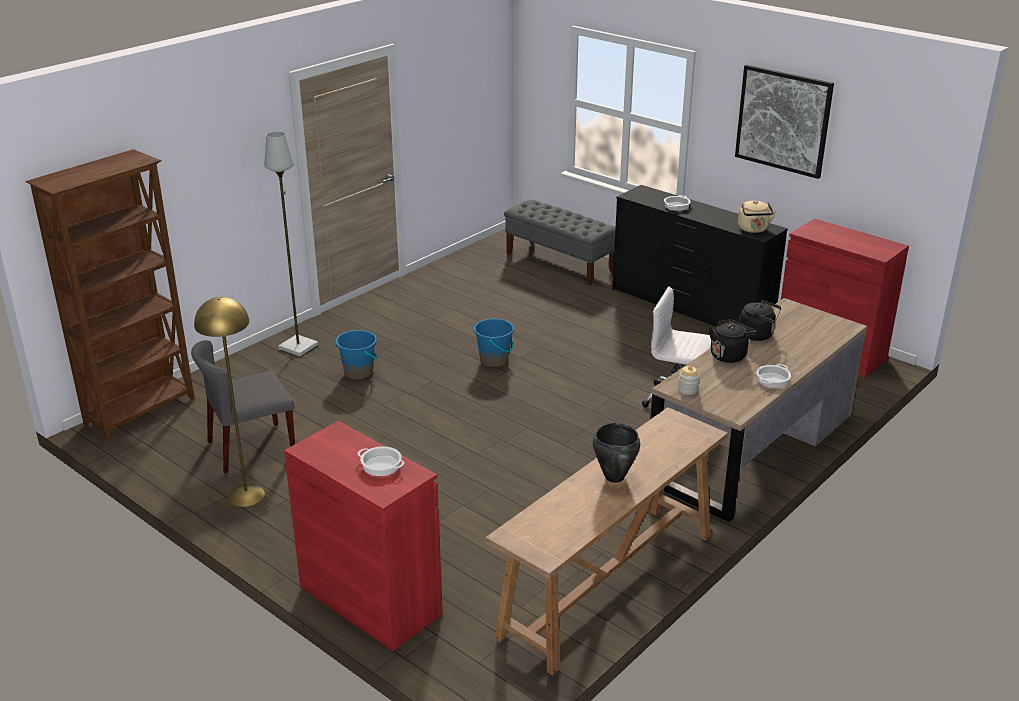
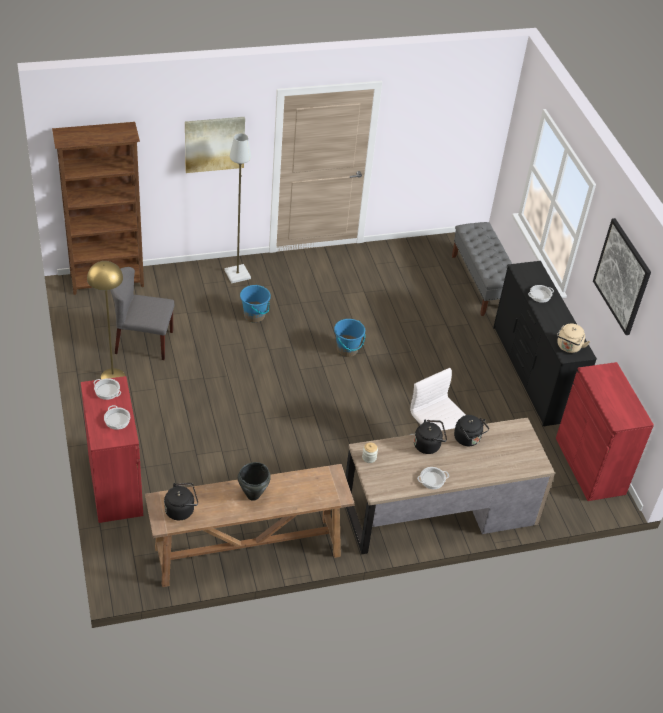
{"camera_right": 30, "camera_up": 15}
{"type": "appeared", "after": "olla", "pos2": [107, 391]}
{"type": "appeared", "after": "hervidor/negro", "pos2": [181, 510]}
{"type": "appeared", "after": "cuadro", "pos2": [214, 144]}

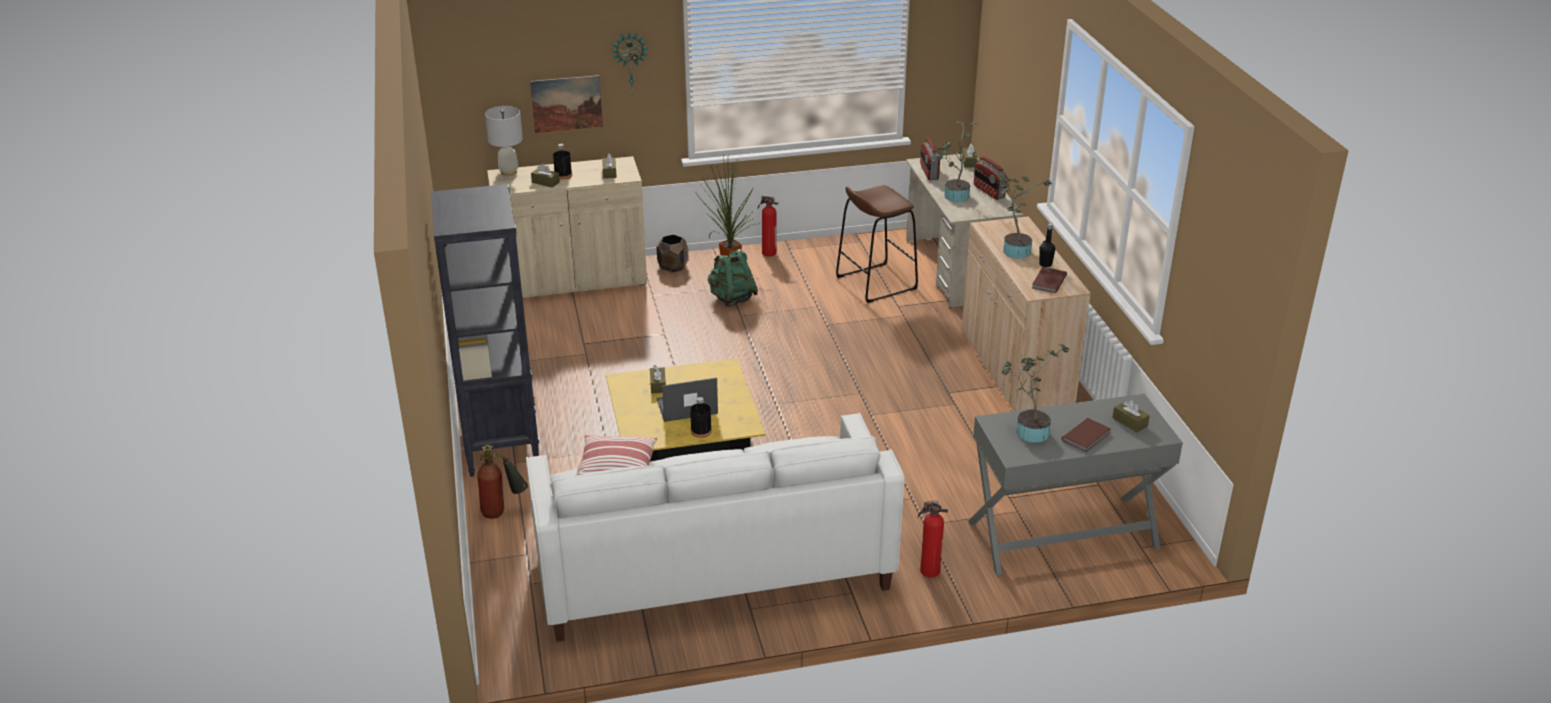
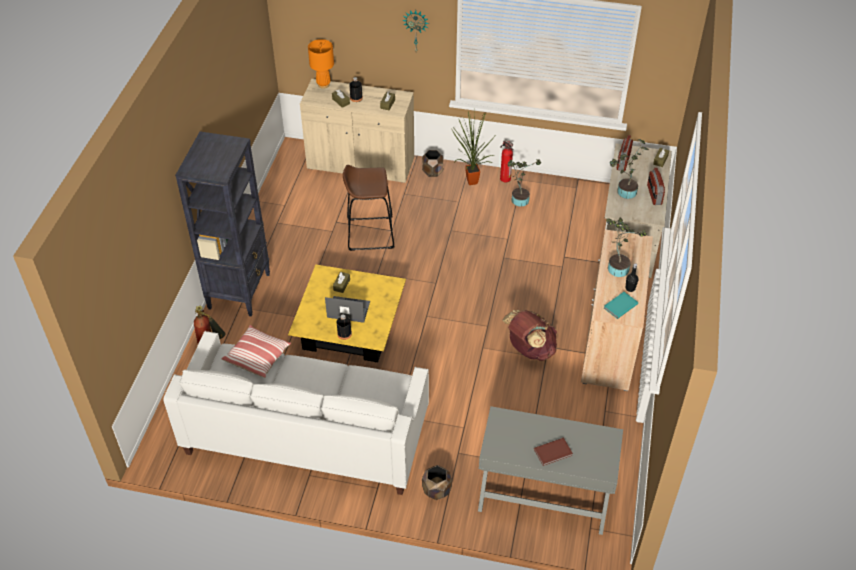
{"camera_right": 25, "camera_up": 15}
{"type": "colour", "before": "lámpara de mesa/blanco", "after": "lámpara de mesa/naranja", "pos1": [508, 172], "pos2": [323, 84]}
{"type": "missing", "before": "cuadro", "pos1": [566, 103]}
{"type": "missing", "before": "mochila/verde", "pos1": [732, 299]}
{"type": "relocated", "before": "taburete/marrón", "pos1": [876, 283], "pos2": [370, 233]}
{"type": "exchanged", "before": "extintor", "after": "maceta/marrón", "pos1": [928, 570], "pos2": [436, 490]}
{"type": "relocated", "before": "planta en maceta", "pos1": [1028, 431], "pos2": [518, 199]}
{"type": "colour", "before": "libro/marrón", "after": "libro/turquesa", "pos1": [1048, 281], "pos2": [619, 306]}
{"type": "missing", "before": "caja de pañuelos/marrón", "pos1": [1130, 422]}
{"type": "appeared", "after": "mochila/marrón", "pos2": [529, 349]}

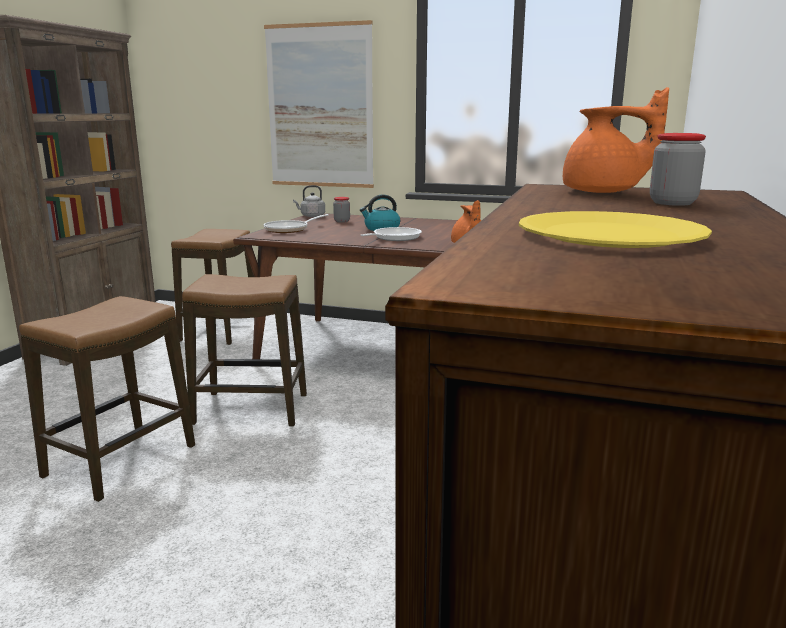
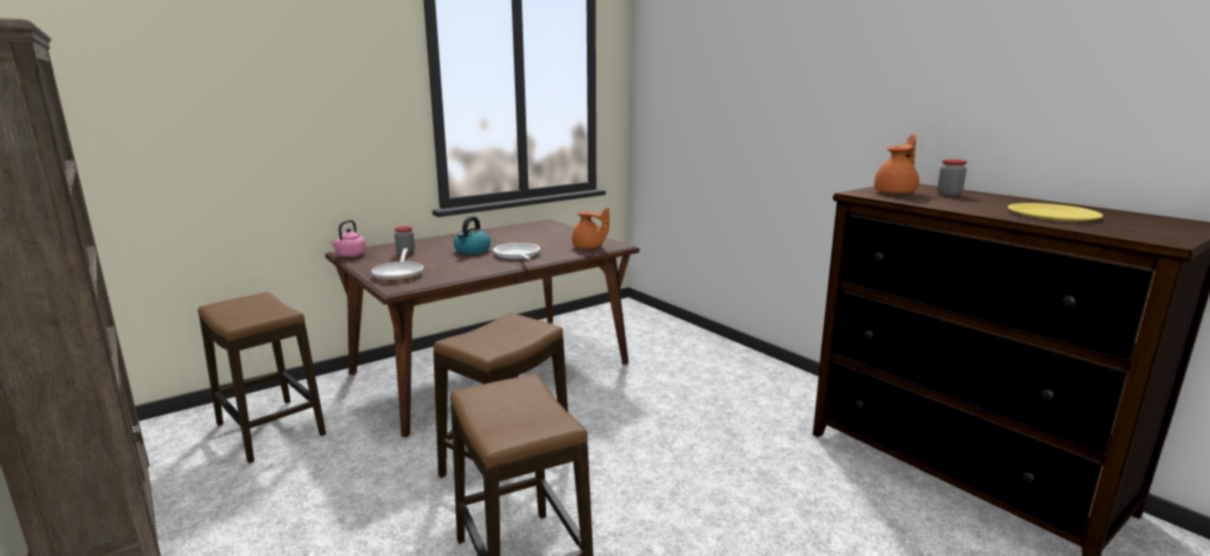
{"camera_right": -55, "camera_up": 0}
{"type": "missing", "before": "cuadro", "pos1": [320, 107]}
{"type": "colour", "before": "hervidor/gris", "after": "hervidor/rosa", "pos1": [311, 216], "pos2": [350, 256]}

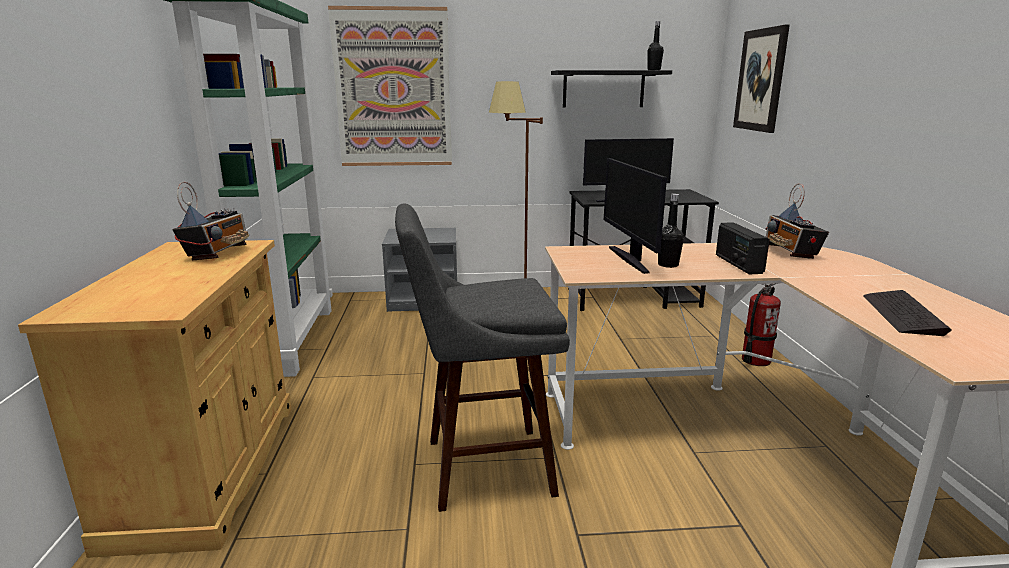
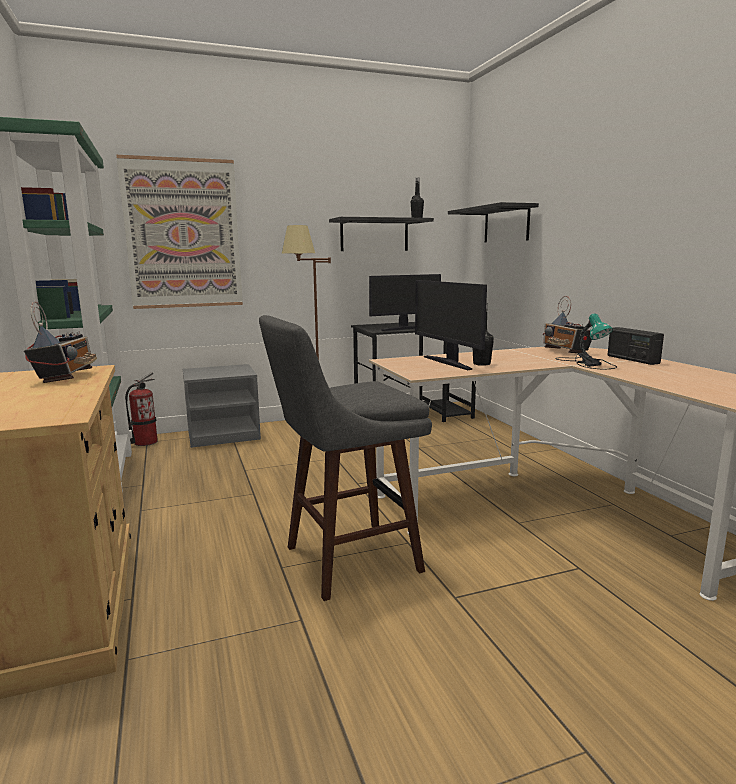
{"camera_right": -15, "camera_up": -5}
{"type": "relocated", "before": "radio", "pos1": [738, 264], "pos2": [632, 359]}
{"type": "exchanged", "before": "cuadro", "after": "estante/negro", "pos1": [760, 80], "pos2": [506, 224]}
{"type": "relocated", "before": "extintor", "pos1": [755, 360], "pos2": [145, 442]}
{"type": "missing", "before": "teclado", "pos1": [902, 314]}
{"type": "appeared", "after": "lámpara de mesa", "pos2": [587, 363]}

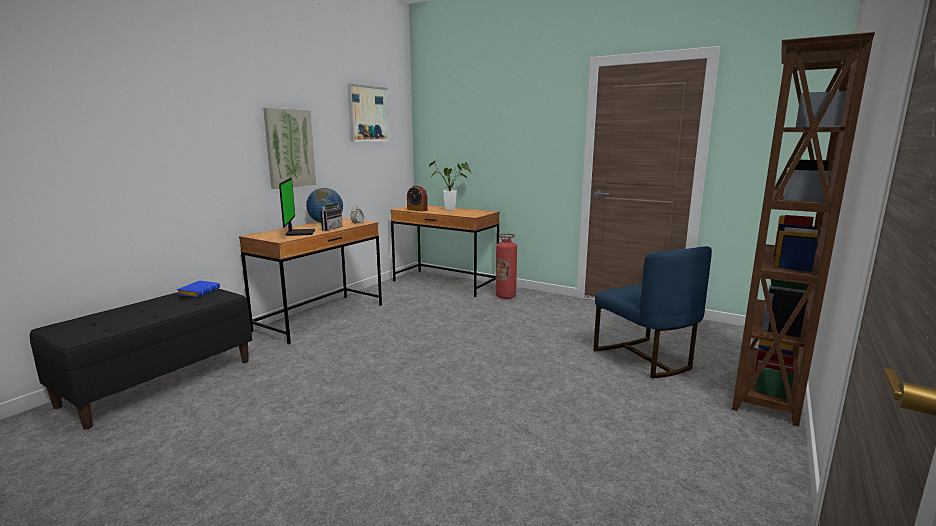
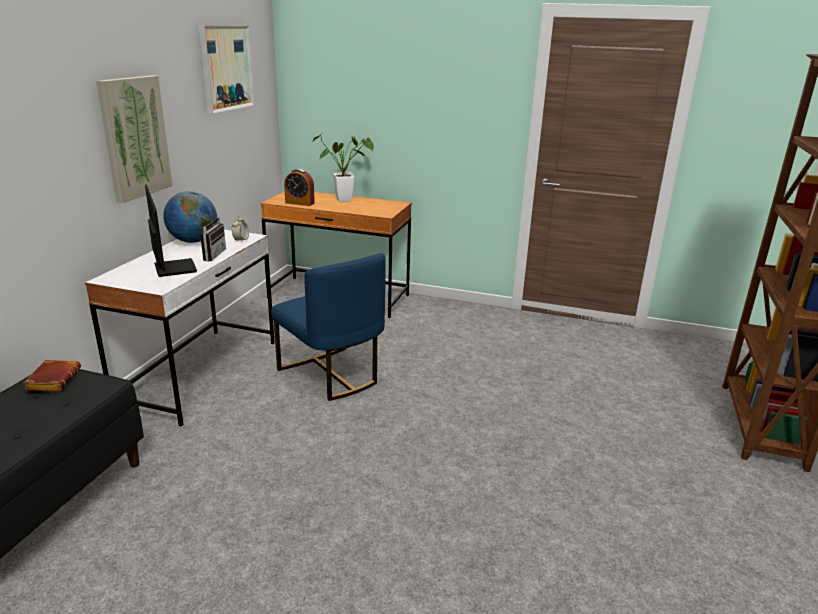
{"camera_right": -15, "camera_up": 10}
{"type": "colour", "before": "libro/azul", "after": "libro/marrón", "pos1": [199, 292], "pos2": [53, 379]}
{"type": "colour", "before": "escritorio/marrón", "after": "escritorio/blanco", "pos1": [321, 317], "pos2": [201, 373]}
{"type": "missing", "before": "extintor", "pos1": [505, 296]}
{"type": "relocated", "before": "silla/azul", "pos1": [645, 358], "pos2": [331, 375]}

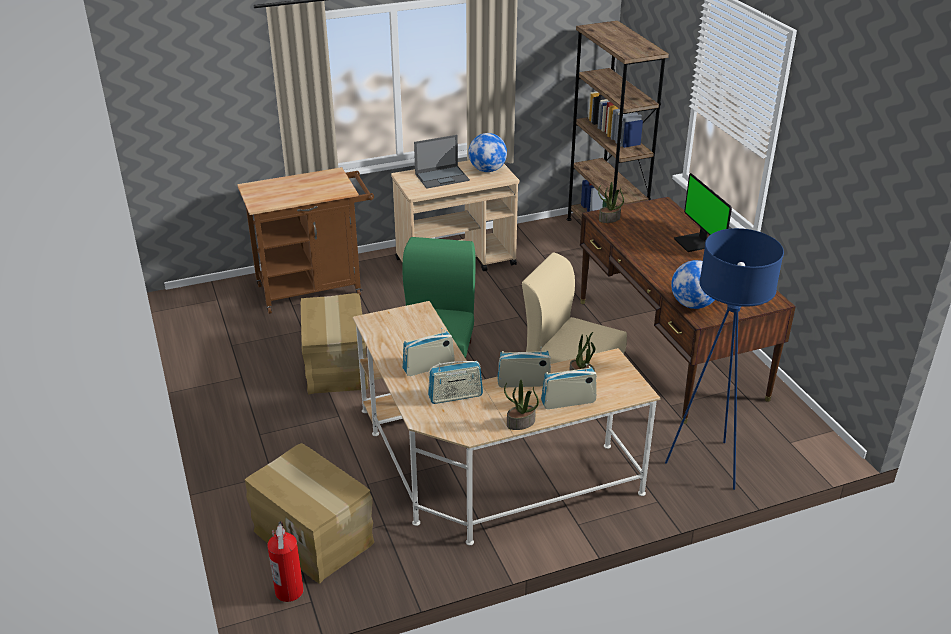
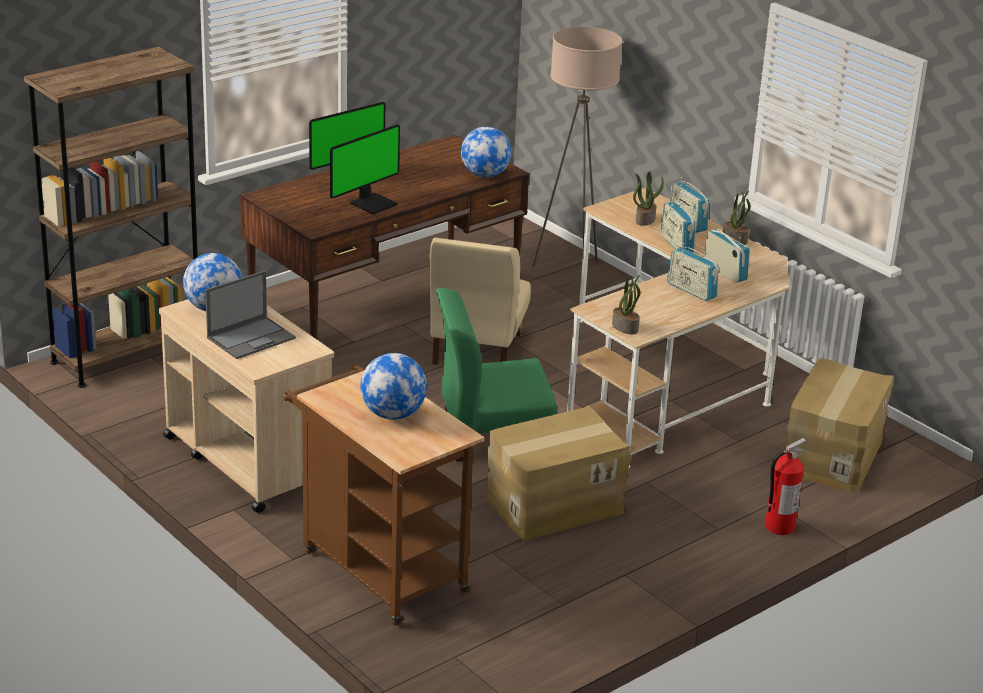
{"camera_right": -110, "camera_up": -5}
{"type": "relocated", "before": "extintor", "pos1": [290, 590], "pos2": [778, 526]}
{"type": "spun", "before": "portátil", "pos1": [442, 177], "pos2": [252, 338], "turn": 90}
{"type": "relocated", "before": "planta en maceta", "pos1": [609, 219], "pos2": [625, 327]}
{"type": "colour", "before": "lámpara de pie/azul", "after": "lámpara de pie/beis", "pos1": [707, 464], "pos2": [571, 273]}
{"type": "appeared", "after": "monitor", "pos2": [372, 203]}
{"type": "appeared", "after": "globo terráqueo", "pos2": [393, 414]}

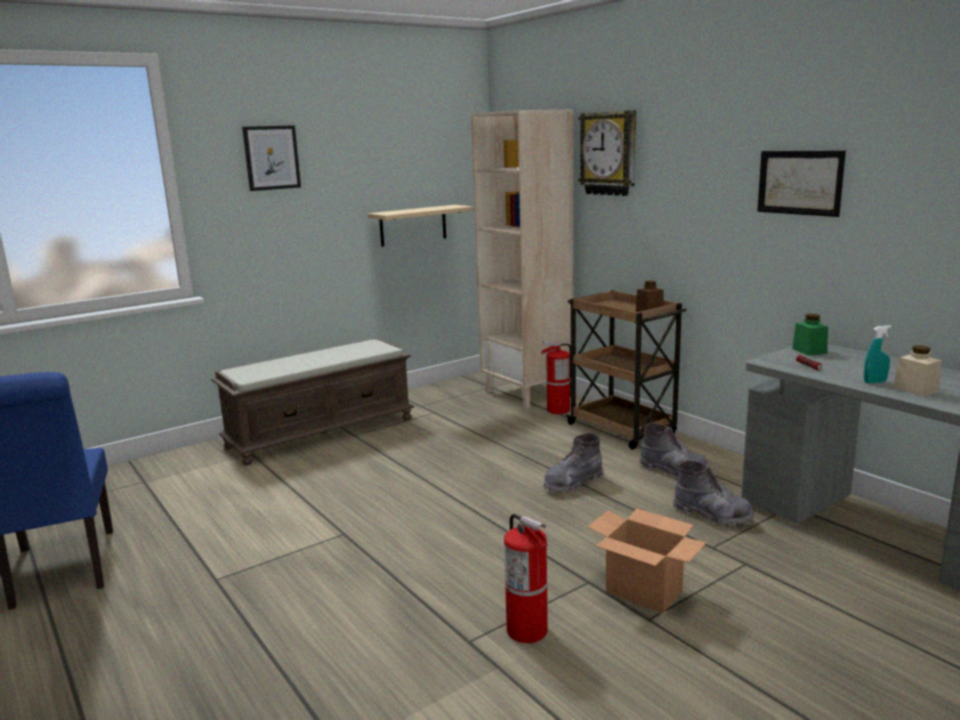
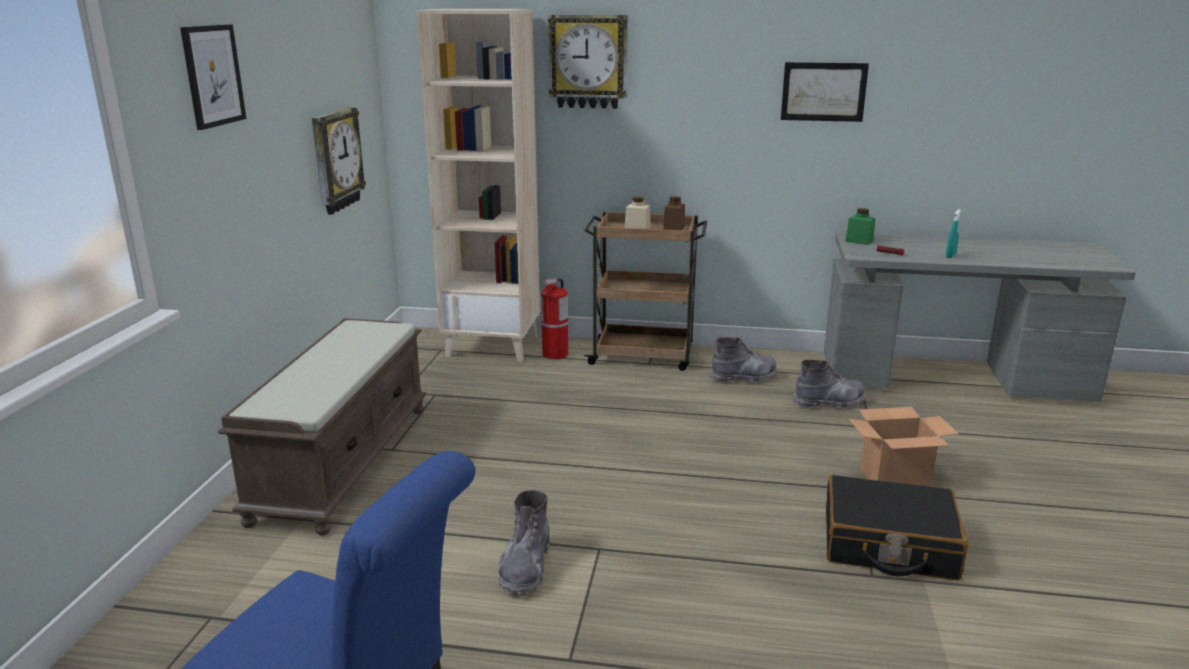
{"camera_right": -45, "camera_up": 5}
{"type": "exchanged", "before": "estante/beis", "after": "reloj de pared", "pos1": [413, 225], "pos2": [335, 160]}
{"type": "exchanged", "before": "extintor", "after": "maleta/negro", "pos1": [527, 630], "pos2": [888, 545]}
{"type": "relocated", "before": "bota/gris", "pos1": [572, 483], "pos2": [526, 567]}
{"type": "relocated", "before": "tarro/beis", "pos1": [915, 389], "pos2": [637, 228]}

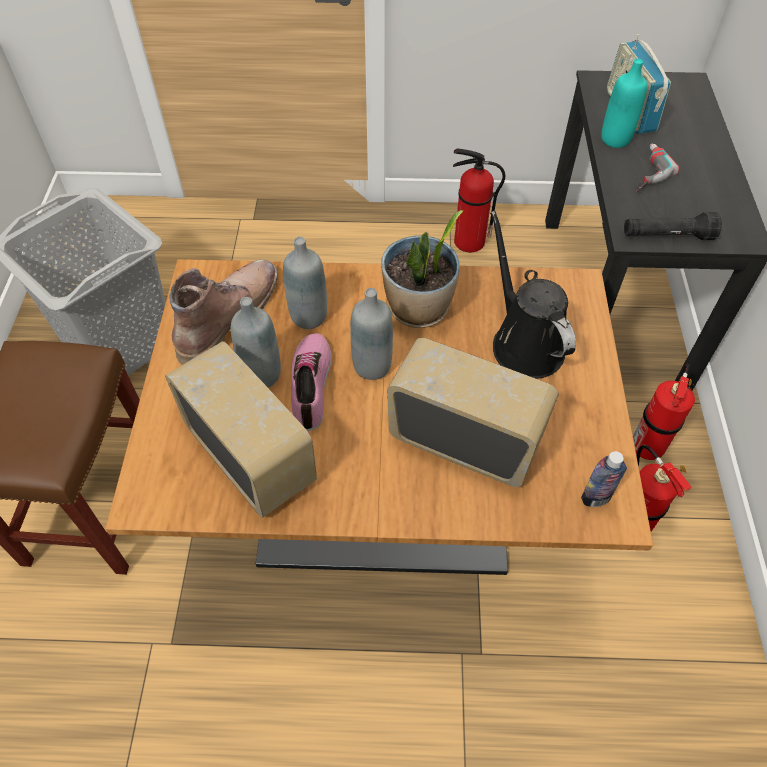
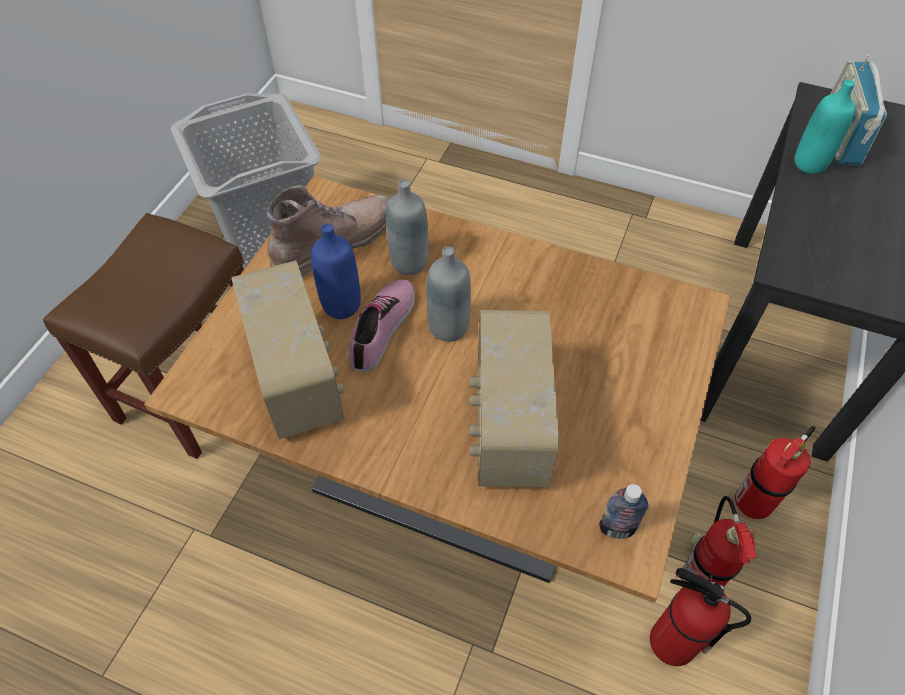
{"camera_right": 20, "camera_up": 0}
{"type": "colour", "before": "botella/gris", "after": "botella/azul", "pos1": [262, 374], "pos2": [341, 305]}
{"type": "missing", "before": "planta en maceta", "pos1": [418, 309]}
{"type": "spun", "before": "radio", "pos1": [465, 439], "pos2": [508, 427], "turn": -135}
{"type": "relocated", "before": "extintor", "pos1": [468, 242], "pos2": [670, 642]}
{"type": "missing", "before": "regadera/negro", "pos1": [524, 342]}
{"type": "missing", "before": "linterna/negro", "pos1": [667, 236]}
{"type": "missing", "before": "taladro", "pos1": [644, 171]}

